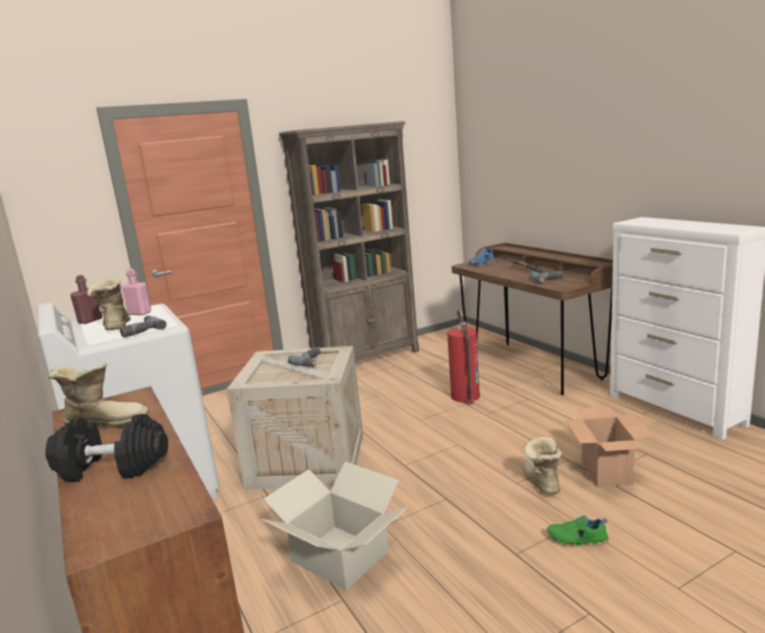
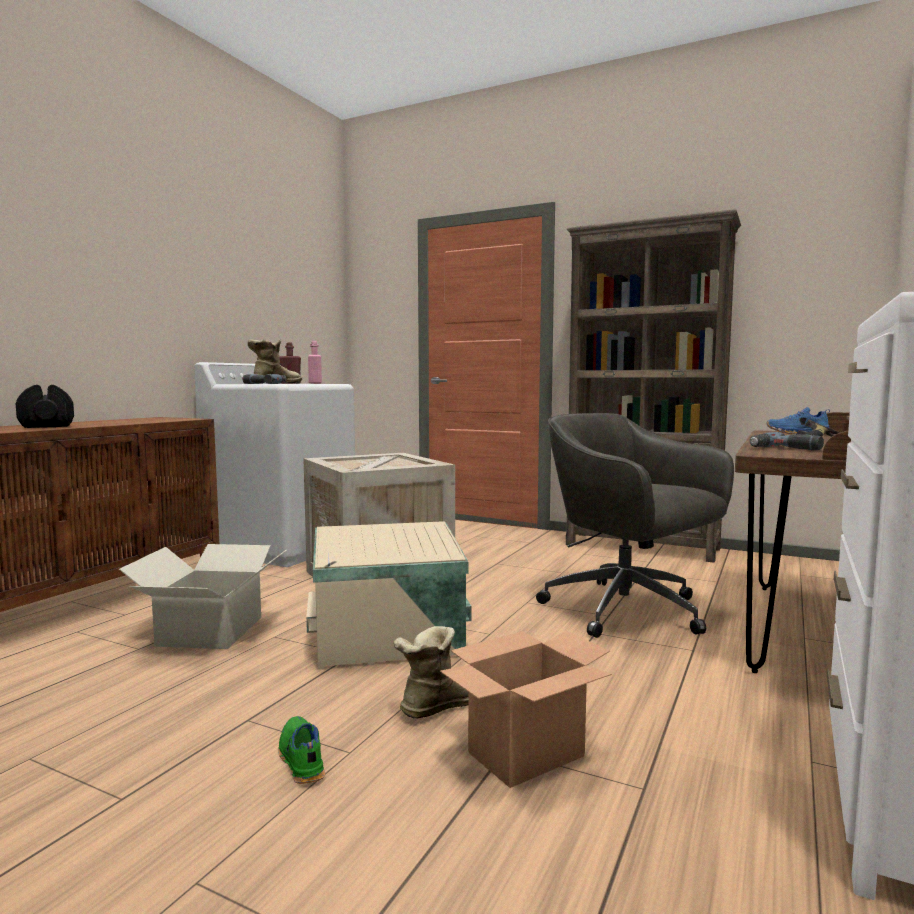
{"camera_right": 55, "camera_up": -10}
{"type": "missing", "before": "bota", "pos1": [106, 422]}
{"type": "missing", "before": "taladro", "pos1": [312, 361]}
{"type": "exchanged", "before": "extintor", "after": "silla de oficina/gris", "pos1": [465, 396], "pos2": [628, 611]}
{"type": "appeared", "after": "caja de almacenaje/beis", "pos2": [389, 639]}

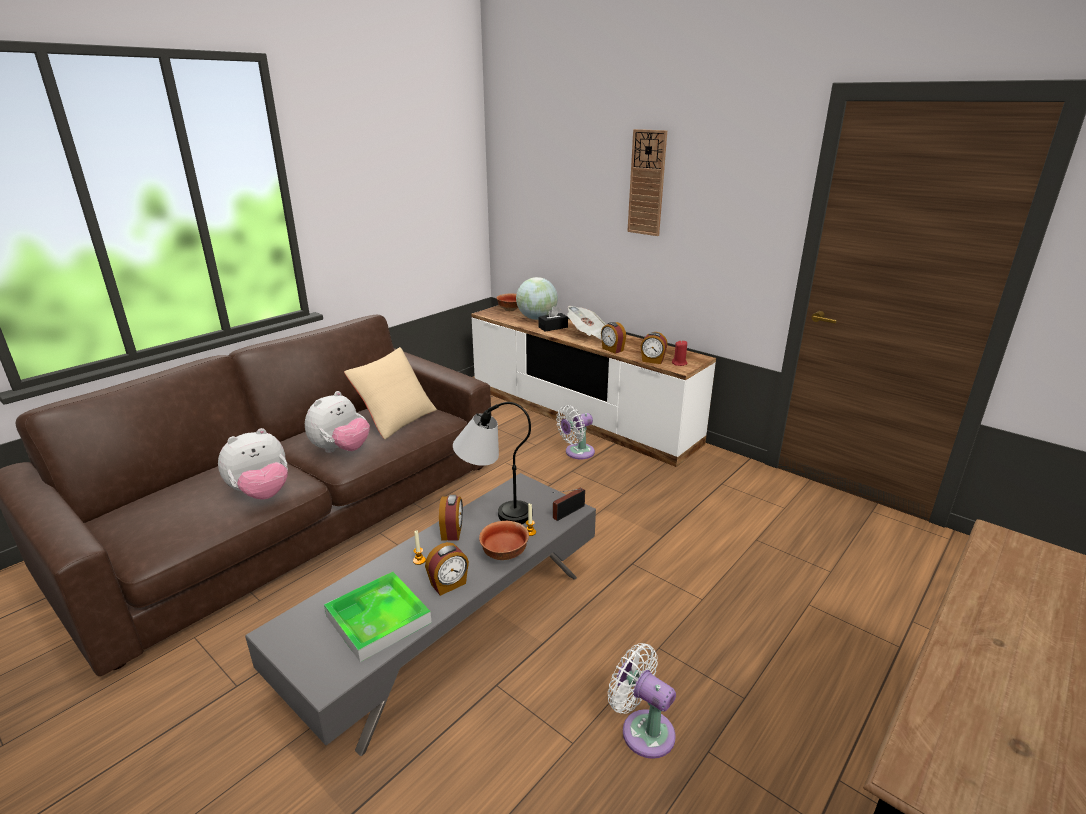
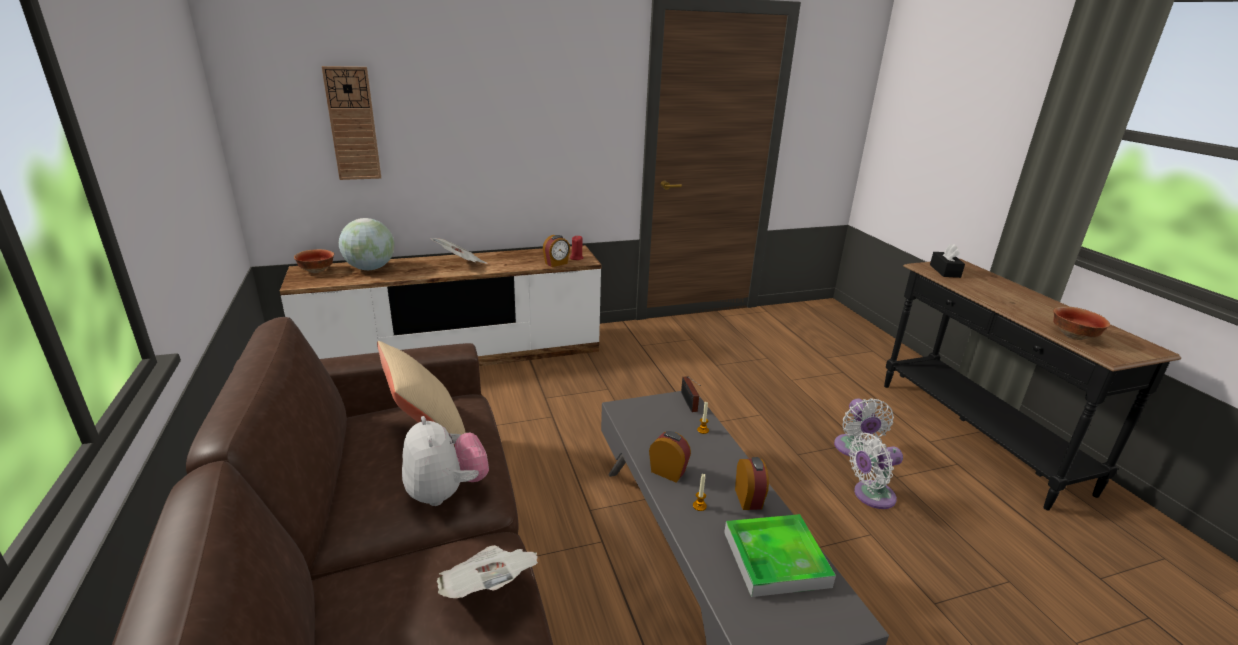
{"camera_right": -60, "camera_up": 0}
{"type": "exchanged", "before": "peluche", "after": "periódico", "pos1": [261, 494], "pos2": [488, 588]}
{"type": "missing", "before": "lámpara de mesa", "pos1": [493, 509]}
{"type": "relocated", "before": "cuenco", "pos1": [505, 554], "pos2": [1074, 336]}
{"type": "relocated", "before": "caja de pañuelos/negro", "pos1": [553, 327], "pos2": [945, 271]}
{"type": "relocated", "before": "ventilador/blanco", "pos1": [577, 453], "pos2": [854, 449]}
{"type": "missing", "before": "despertador", "pos1": [612, 350]}
{"type": "relocated", "before": "reloj de pared", "pos1": [647, 183], "pos2": [353, 124]}

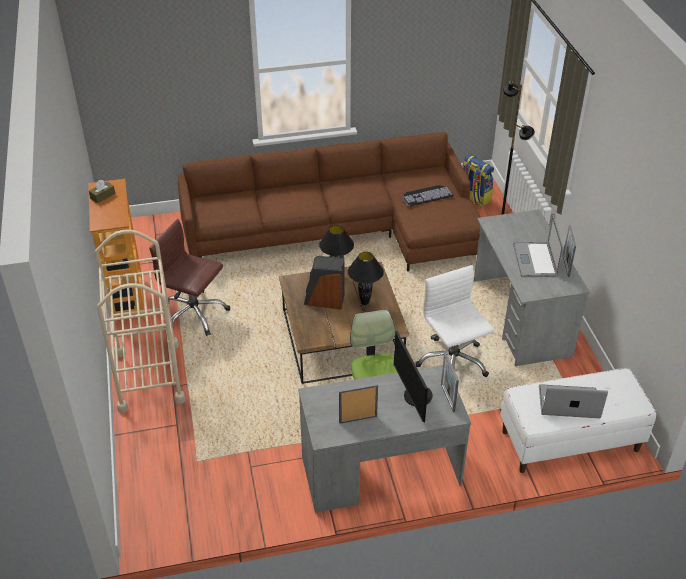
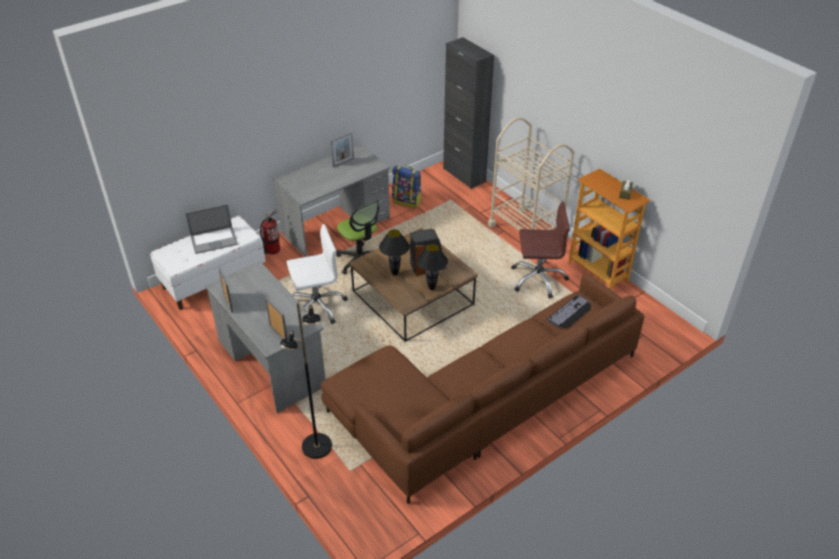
{"camera_right": 155, "camera_up": 0}
{"type": "missing", "before": "monitor", "pos1": [414, 397]}
{"type": "relocated", "before": "teclado", "pos1": [427, 195], "pos2": [570, 313]}
{"type": "spun", "before": "silla de oficina/blanco", "pos1": [452, 362], "pos2": [317, 306], "turn": -60}
{"type": "relocated", "before": "portarretratos", "pos1": [447, 398], "pos2": [278, 333]}
{"type": "relocated", "before": "mochila", "pos1": [474, 198], "pos2": [407, 201]}
{"type": "missing", "before": "portátil", "pos1": [535, 260]}
{"type": "appeared", "after": "extintor", "pos2": [272, 250]}
{"type": "appeared", "after": "armario/negro", "pos2": [464, 175]}

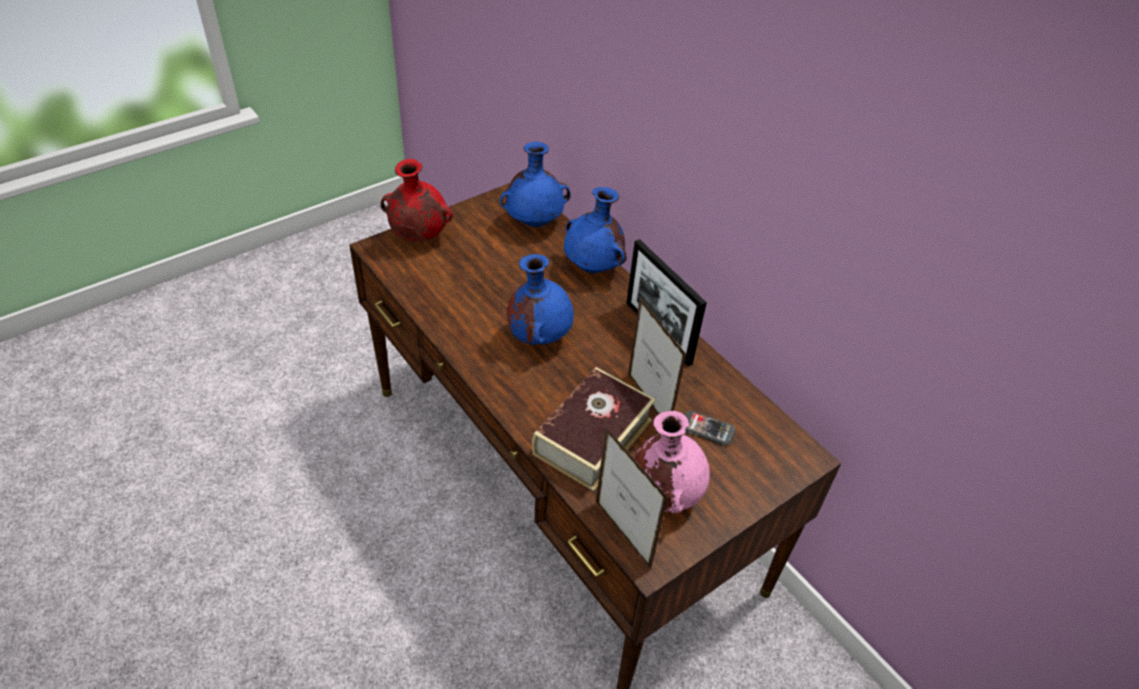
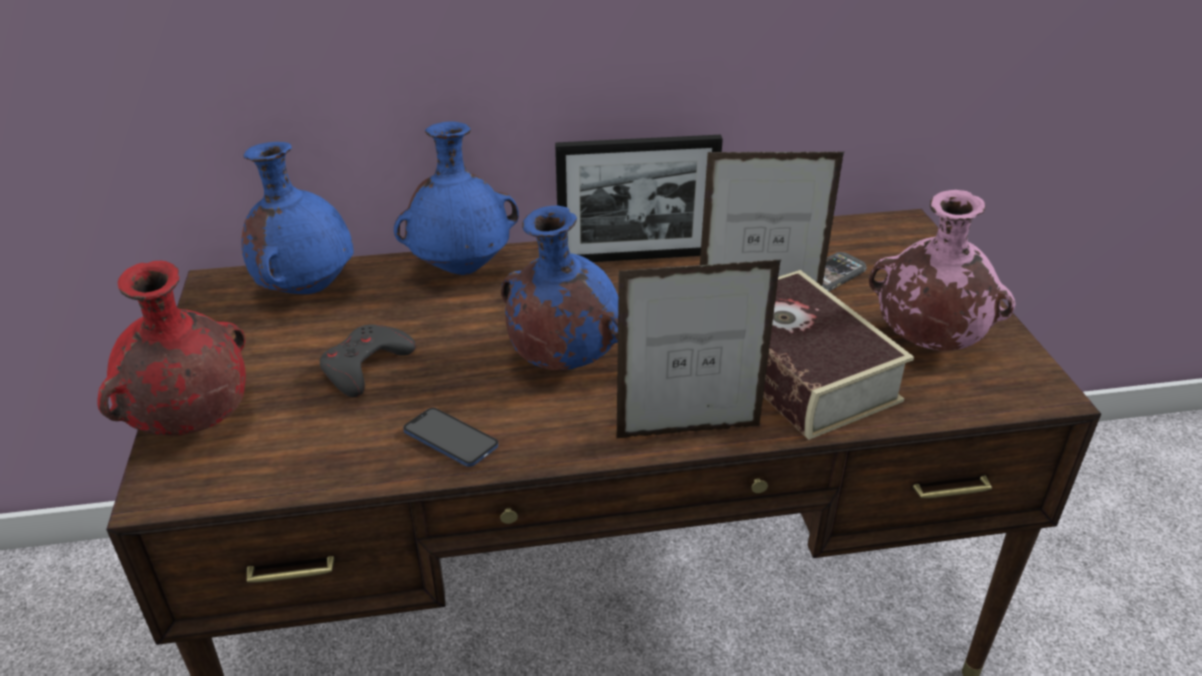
{"camera_right": -60, "camera_up": -10}
{"type": "relocated", "before": "portarretratos", "pos1": [622, 534], "pos2": [689, 432]}
{"type": "appeared", "after": "mando de consola/gris", "pos2": [365, 366]}
{"type": "appeared", "after": "móvil", "pos2": [450, 439]}

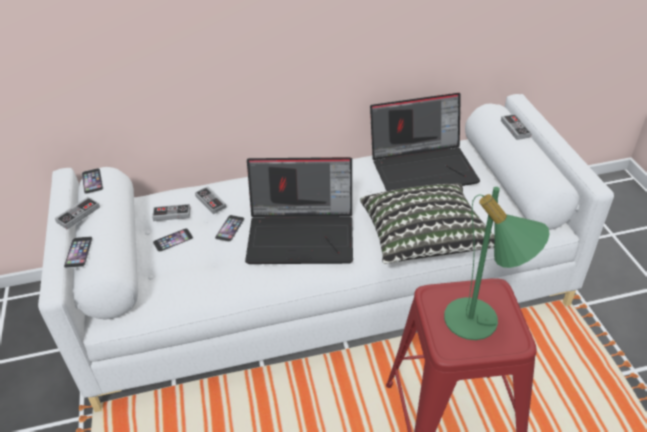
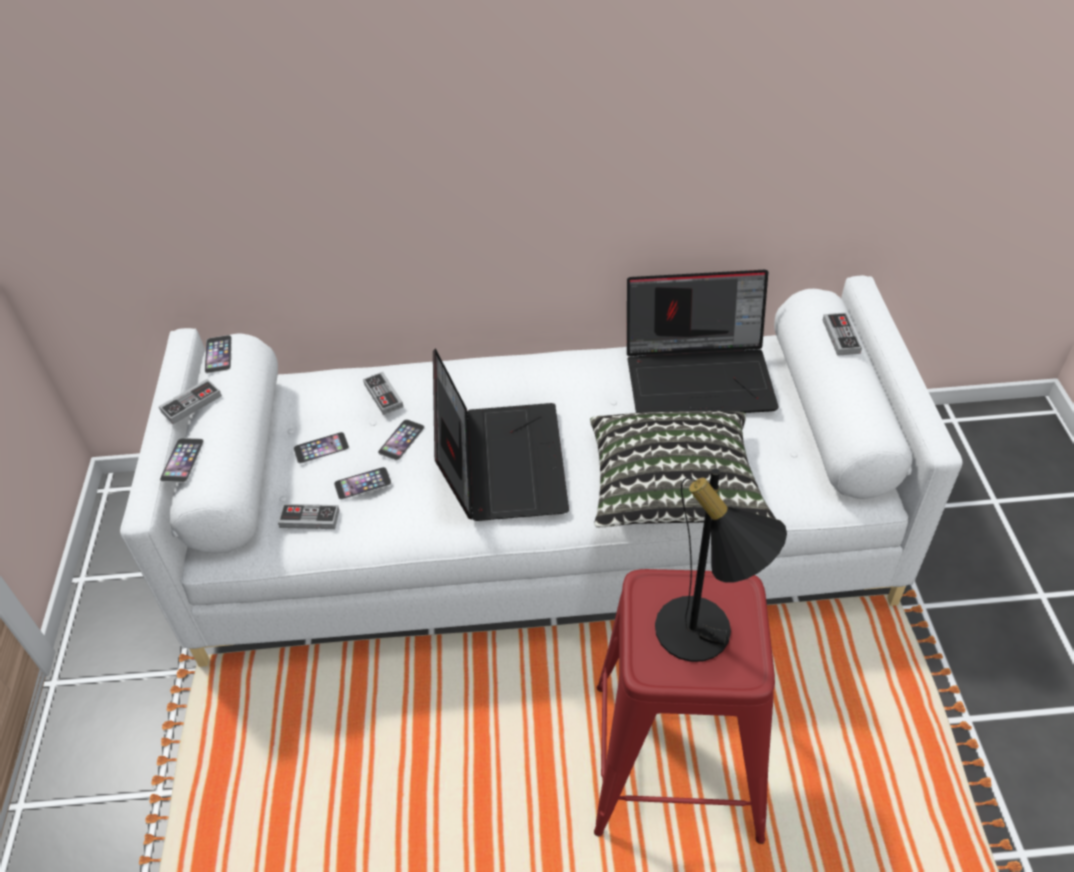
{"camera_right": 10, "camera_up": 5}
{"type": "relocated", "before": "mando de consola", "pos1": [172, 214], "pos2": [309, 519]}
{"type": "spun", "before": "portátil", "pos1": [302, 234], "pos2": [500, 462], "turn": -105}
{"type": "colour", "before": "lámpara de mesa/verde", "after": "lámpara de mesa/negro", "pos1": [480, 323], "pos2": [705, 638]}
{"type": "appeared", "after": "móvil", "pos2": [362, 483]}

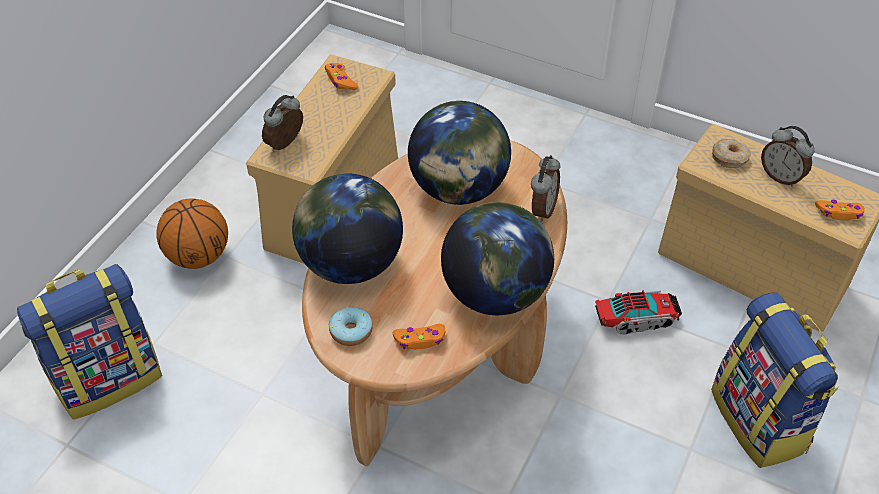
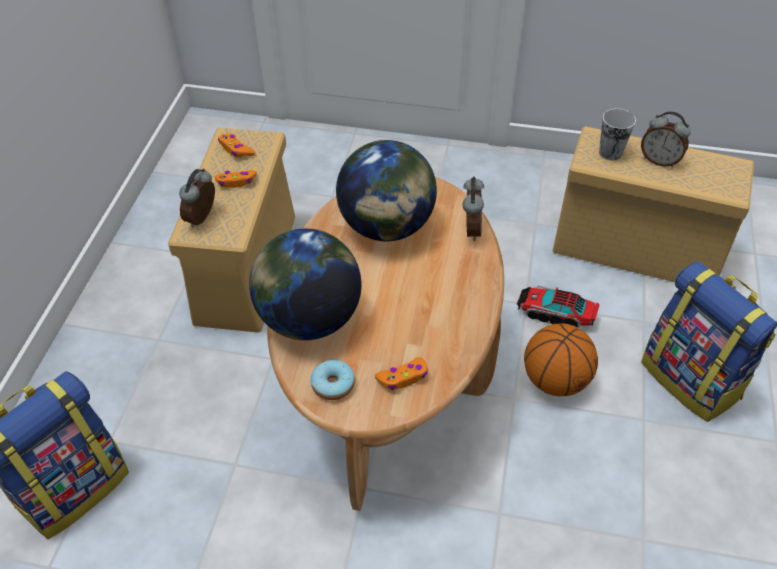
{"camera_right": -15, "camera_up": 0}
{"type": "relocated", "before": "balón de baloncesto", "pos1": [198, 256], "pos2": [555, 381]}
{"type": "missing", "before": "globo terráqueo", "pos1": [495, 293]}
{"type": "spun", "before": "camión de juguete", "pos1": [636, 319], "pos2": [555, 314], "turn": -135}
{"type": "exchanged", "before": "rosquilla", "after": "taza", "pos1": [729, 158], "pos2": [610, 153]}
{"type": "relocated", "before": "mando de consola/naranja", "pos1": [839, 213], "pos2": [236, 182]}

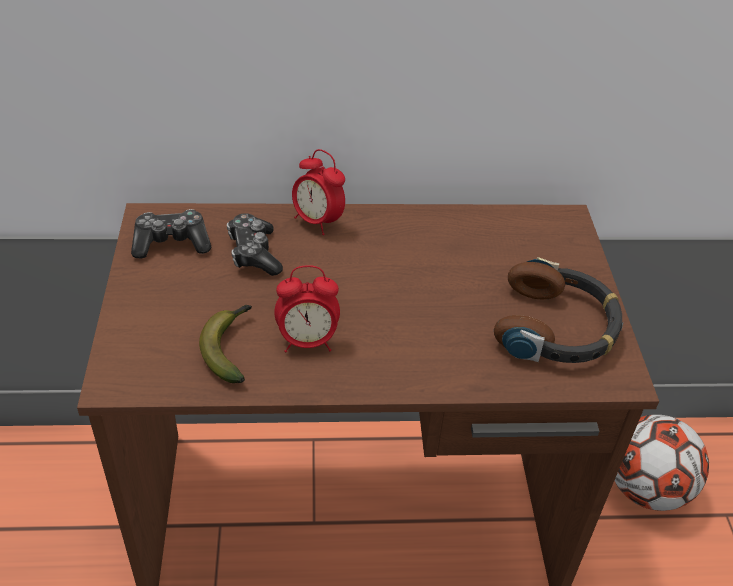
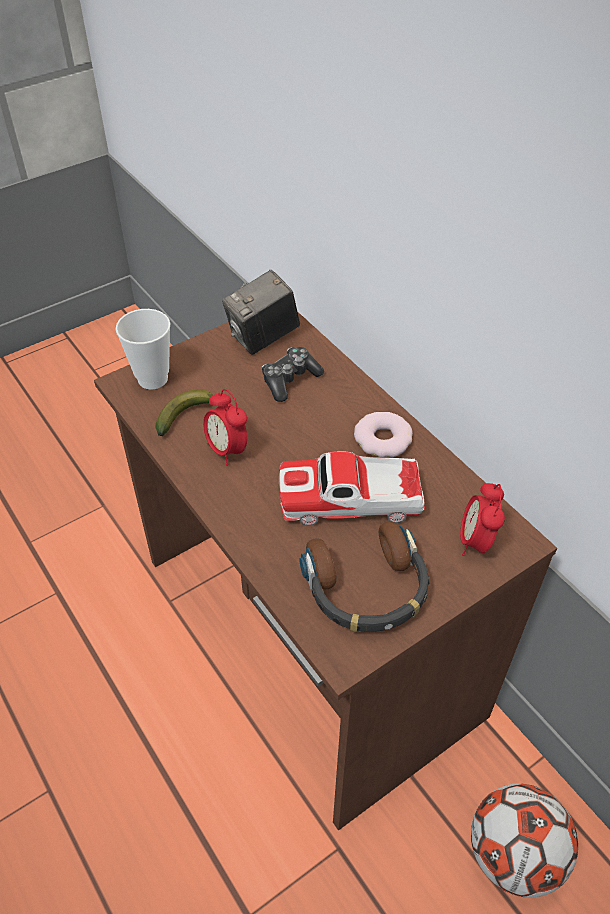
{"camera_right": 60, "camera_up": 5}
{"type": "exchanged", "before": "mando de consola", "after": "cámara", "pos1": [171, 243], "pos2": [263, 338]}
{"type": "relocated", "before": "despertador", "pos1": [317, 221], "pos2": [476, 541]}
{"type": "appeared", "after": "taza", "pos2": [153, 379]}
{"type": "appeared", "after": "coche de juguete", "pos2": [351, 499]}
{"type": "appeared", "after": "rosquilla", "pos2": [383, 439]}

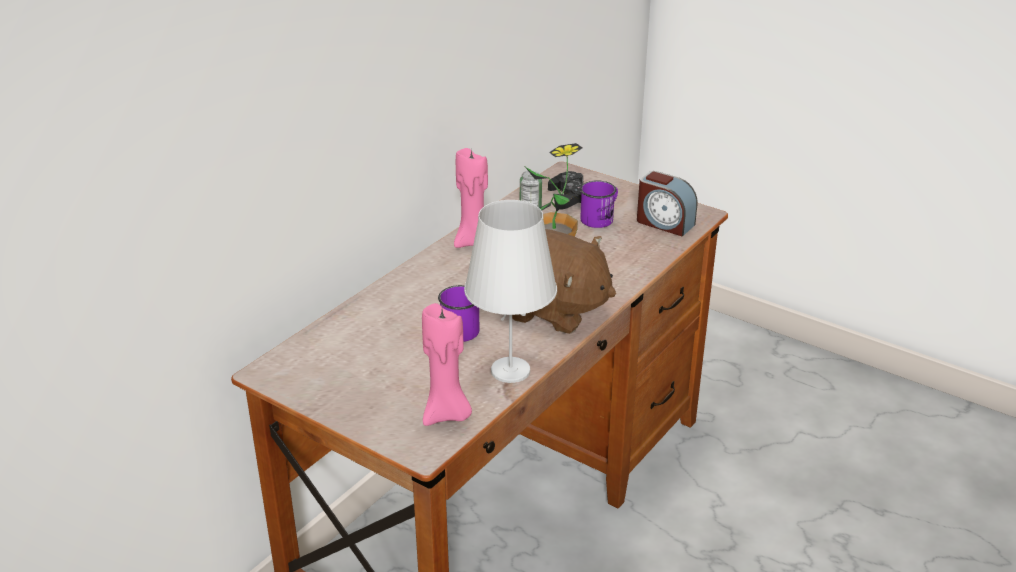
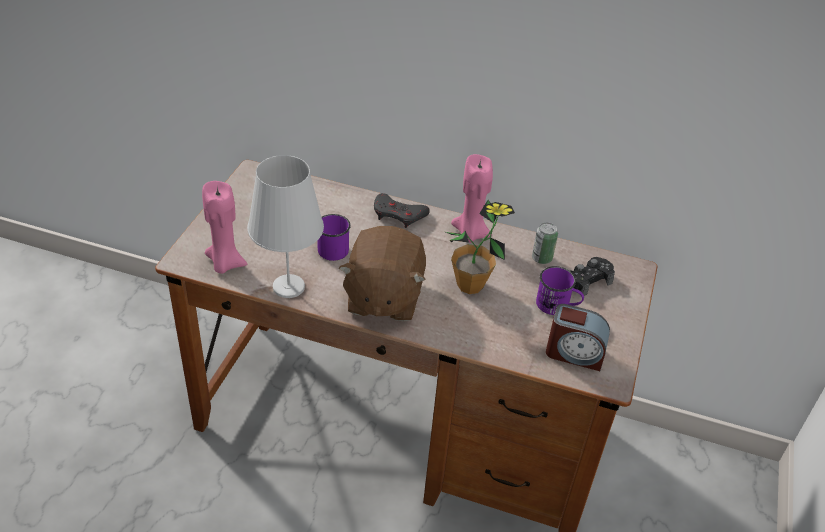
{"camera_right": 70, "camera_up": 10}
{"type": "spun", "before": "despertador", "pos1": [664, 223], "pos2": [574, 353], "turn": -90}
{"type": "appeared", "after": "mando de consola/gris", "pos2": [398, 214]}

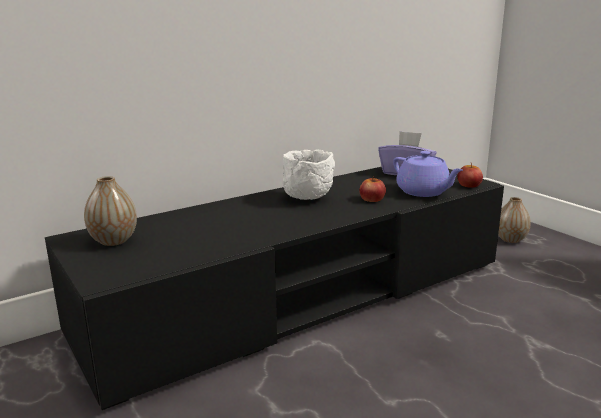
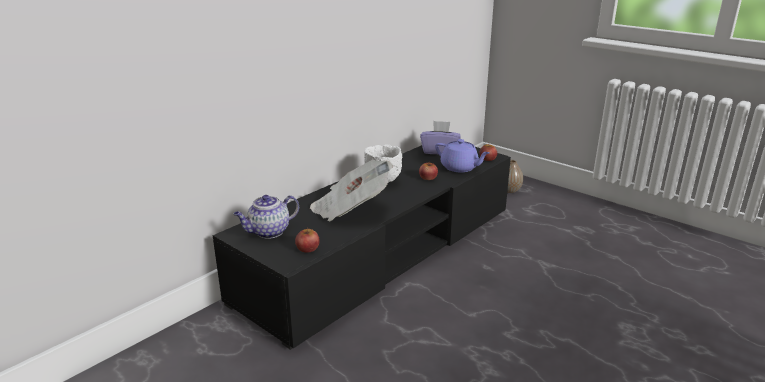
{"camera_right": -15, "camera_up": 5}
{"type": "exchanged", "before": "florero", "after": "tetera", "pos1": [114, 241], "pos2": [268, 232]}
{"type": "appeared", "after": "manzana", "pos2": [307, 248]}
{"type": "appeared", "after": "periódico", "pos2": [350, 209]}

